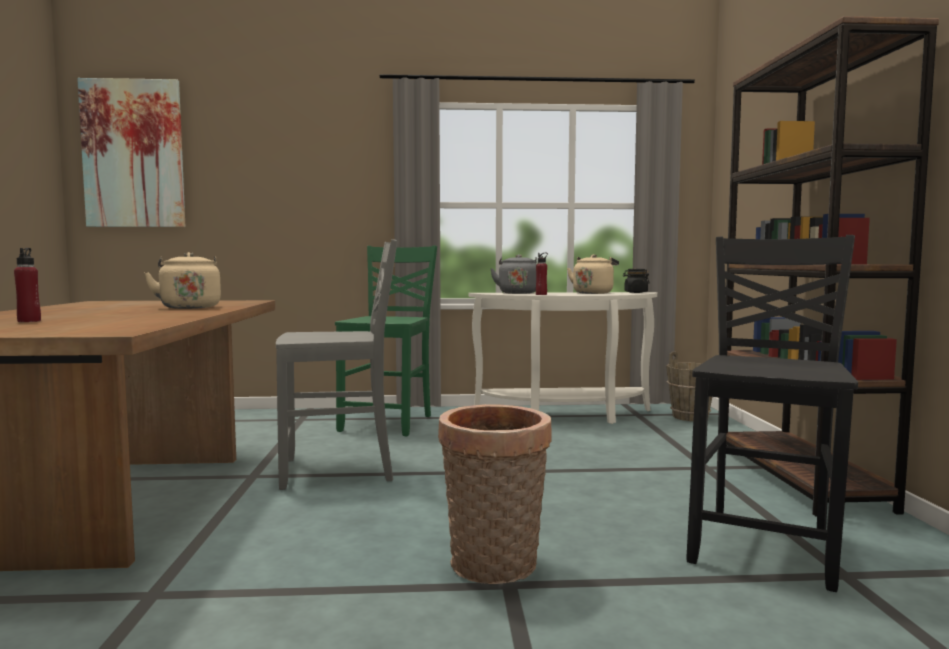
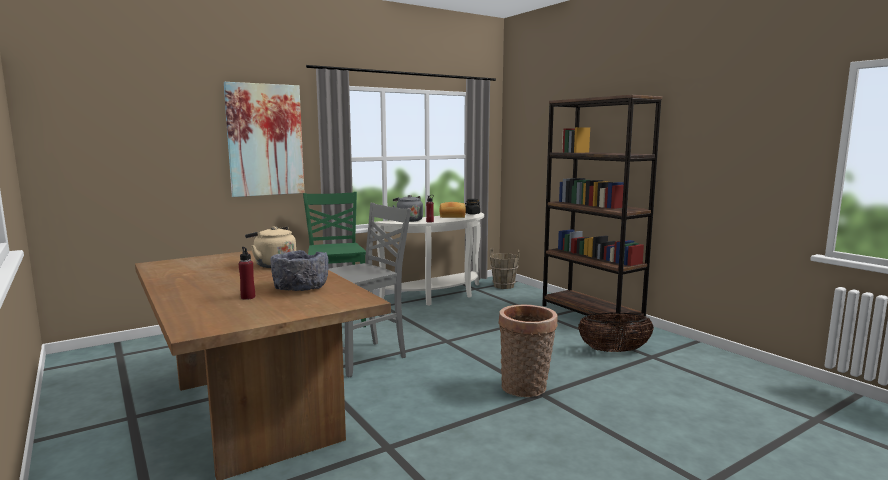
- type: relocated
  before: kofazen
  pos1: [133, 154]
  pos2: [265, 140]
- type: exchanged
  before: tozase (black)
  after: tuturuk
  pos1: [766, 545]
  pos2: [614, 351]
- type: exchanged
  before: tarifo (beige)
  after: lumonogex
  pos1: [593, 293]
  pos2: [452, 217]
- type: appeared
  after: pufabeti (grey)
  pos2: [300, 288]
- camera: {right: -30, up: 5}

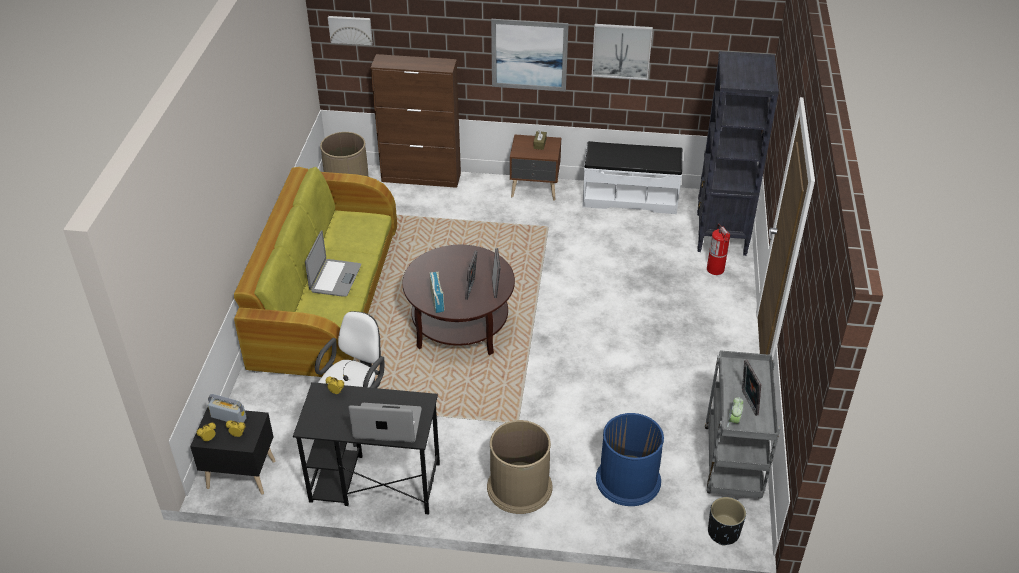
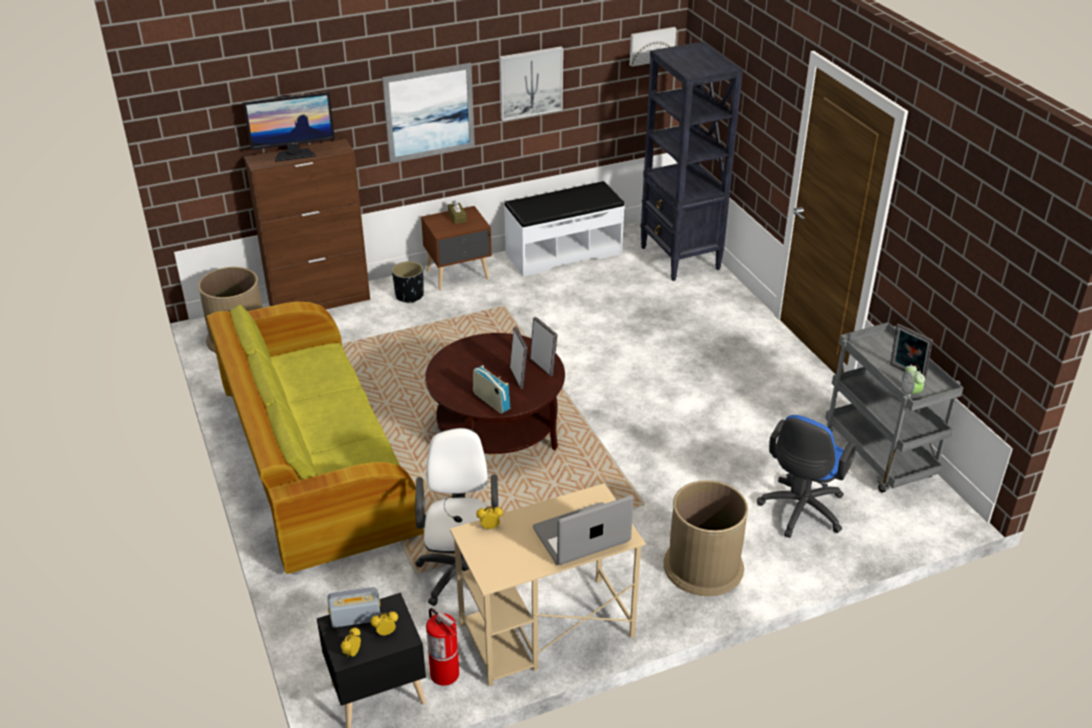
- type: relocated
  before: kofazen
  pos1: [350, 29]
  pos2: [651, 45]
- type: relocated
  before: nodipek
  pos1: [715, 269]
  pos2: [445, 674]
- type: missing
  before: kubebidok
  pos1: [335, 278]
- type: colour
  before: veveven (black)
  after: veveven (beige)
  pos1: [374, 482]
  pos2: [545, 631]
- type: exchanged
  before: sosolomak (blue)
  after: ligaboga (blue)
  pos1: [628, 479]
  pos2: [800, 512]
- type: relocated
  before: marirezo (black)
  pos1: [723, 533]
  pos2: [409, 296]
- type: appeared
  after: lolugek
  pos2: [294, 154]
- camera: {right: -30, up: -5}

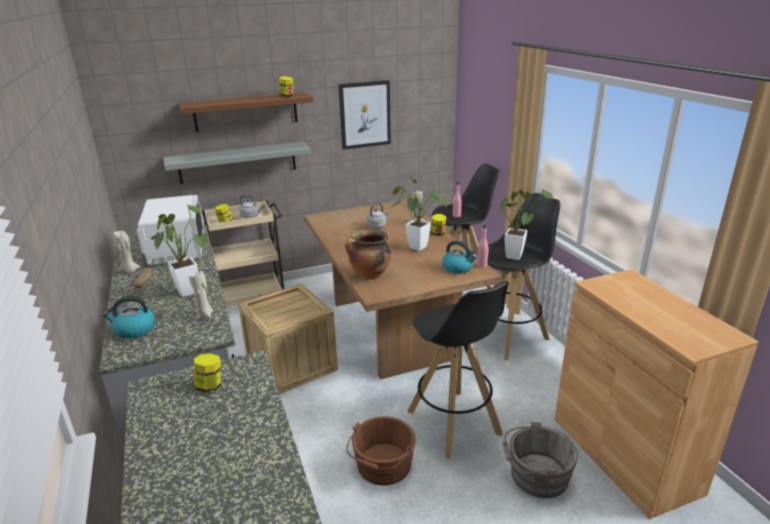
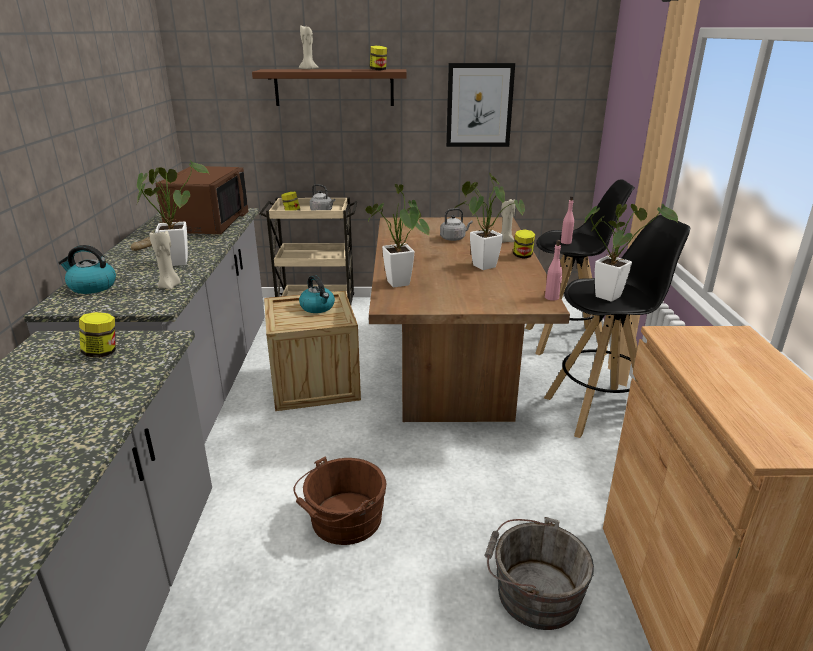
- type: missing
  before: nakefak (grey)
  pos1: [238, 162]
- type: colour
  before: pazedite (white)
  after: pazedite (brown)
  pos1: [176, 249]
  pos2: [207, 224]
- type: exchanged
  before: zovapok
  after: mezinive
  pos1: [369, 276]
  pos2: [399, 285]
- type: relocated
  before: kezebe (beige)
  pos1: [130, 271]
  pos2: [308, 69]
- type: relocated
  before: tarifo
  pos1: [458, 268]
  pos2: [318, 307]
- type: missing
  before: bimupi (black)
  pos1: [454, 423]
- camera: {right: 20, up: 0}

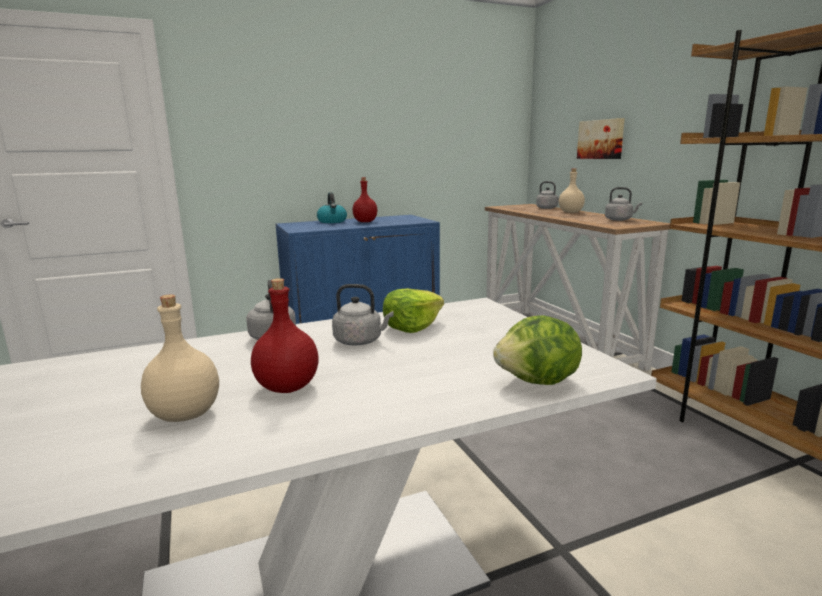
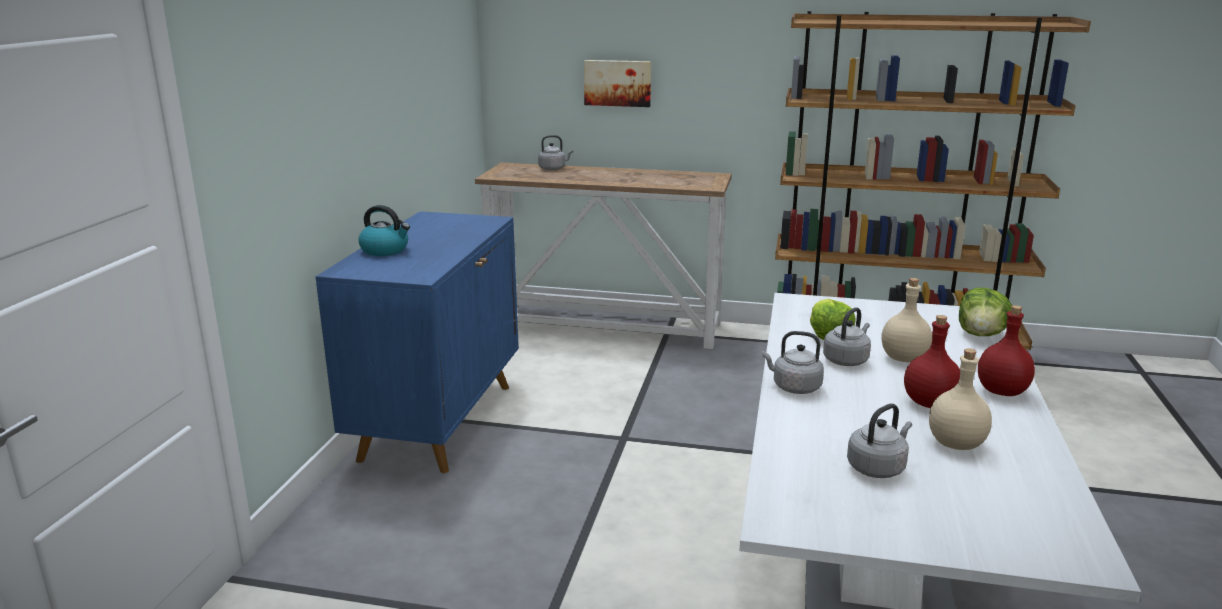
- type: relocated
  before: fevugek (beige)
  pos1: [571, 212]
  pos2: [904, 358]
- type: relocated
  before: fevugek (red)
  pos1: [365, 222]
  pos2: [1001, 391]
- type: relocated
  before: tarifo (grey)
  pos1: [619, 220]
  pos2: [878, 467]
- camera: {right: -55, up: 5}

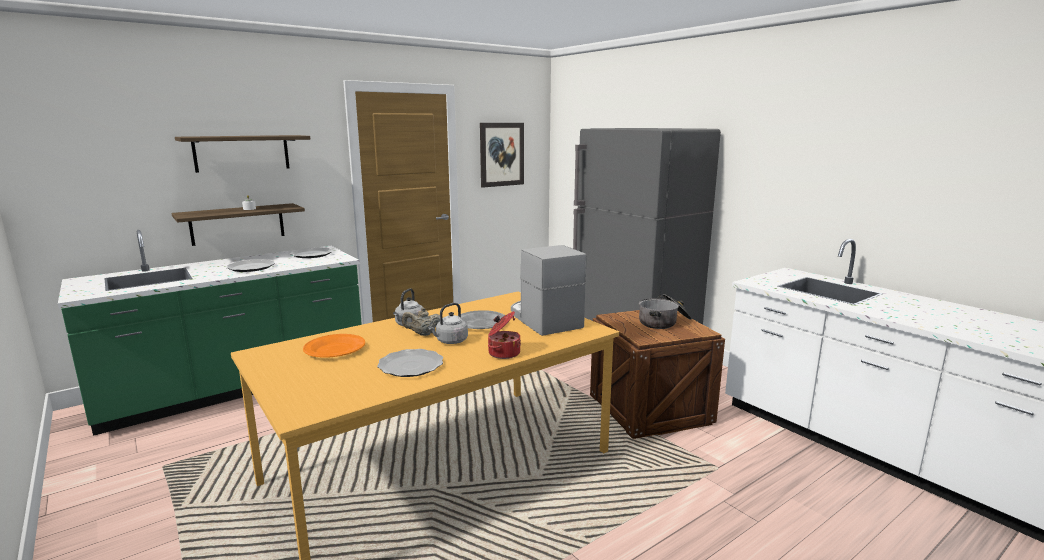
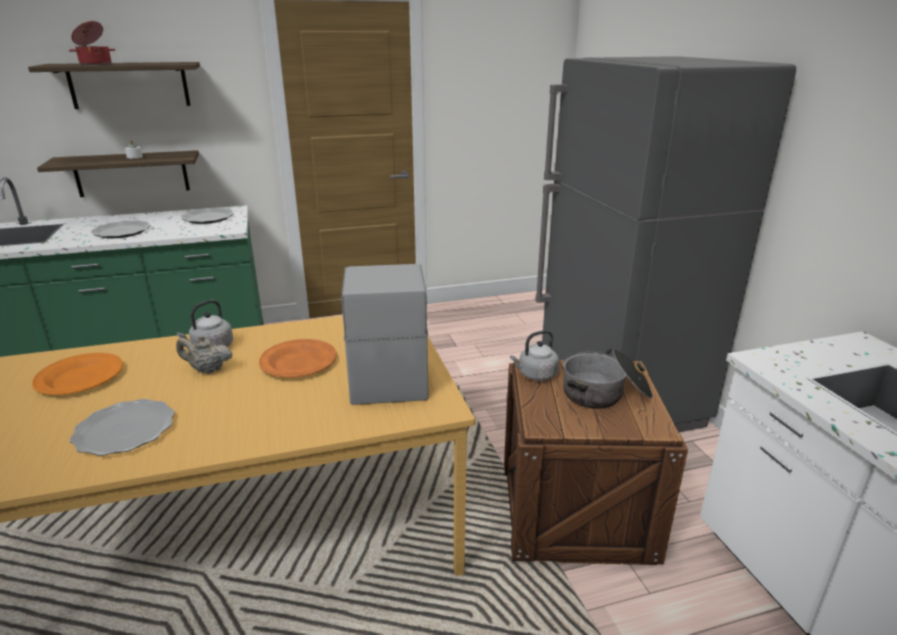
- type: missing
  before: kofazen
  pos1: [501, 154]
- type: relocated
  before: tarifo (grey)
  pos1: [450, 341]
  pos2: [535, 375]
- type: colour
  before: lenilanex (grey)
  after: lenilanex (orange)
  pos1: [481, 323]
  pos2: [299, 362]
- type: relocated
  before: zovapok
  pos1: [503, 353]
  pos2: [95, 64]
- camera: {right: 20, up: 10}

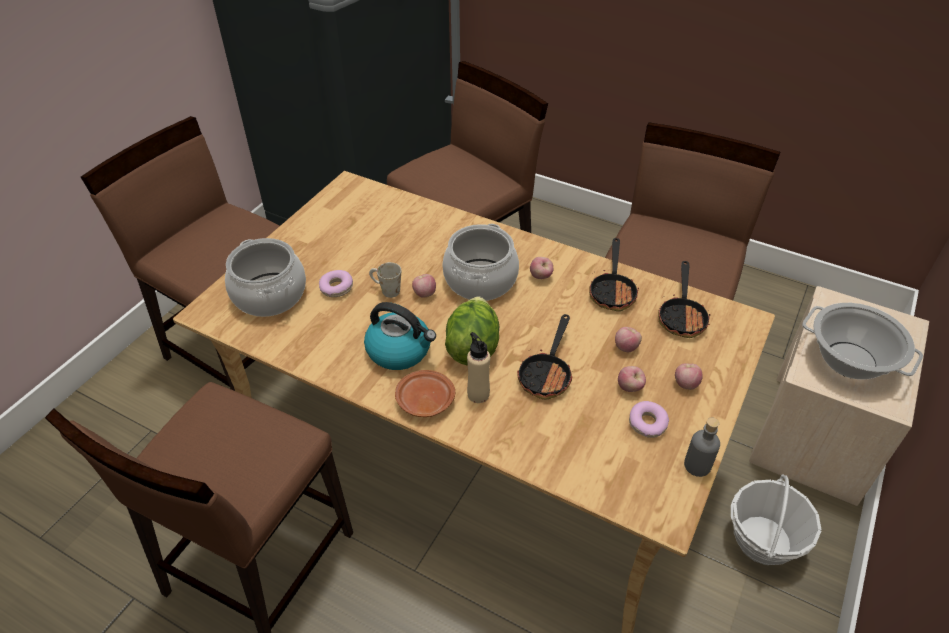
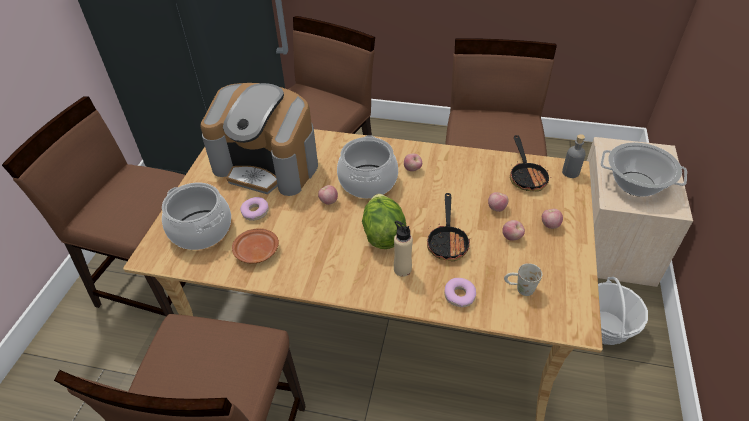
- type: missing
  before: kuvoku
  pos1: [613, 291]
- type: relocated
  before: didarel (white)
  pos1: [385, 290]
  pos2: [519, 288]
- type: missing
  before: tarifo
  pos1: [400, 350]
- type: relocated
  before: lenilanex (brown)
  pos1: [424, 400]
  pos2: [256, 251]
- type: relocated
  before: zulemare
  pos1: [647, 423]
  pos2: [459, 296]
- type: relocated
  before: fevugek (grey)
  pos1: [697, 465]
  pos2: [570, 172]
- type: appeared
  after: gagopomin
  pos2: [268, 165]
- camera: {right: -15, up: 0}

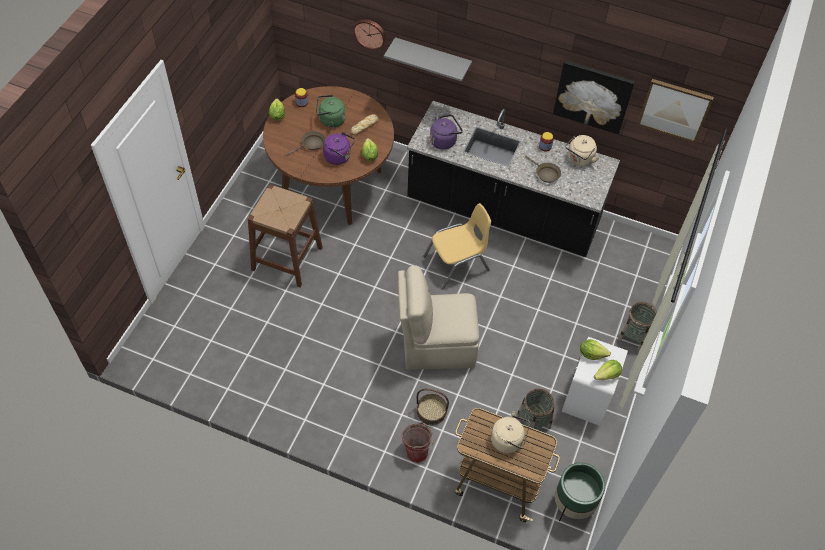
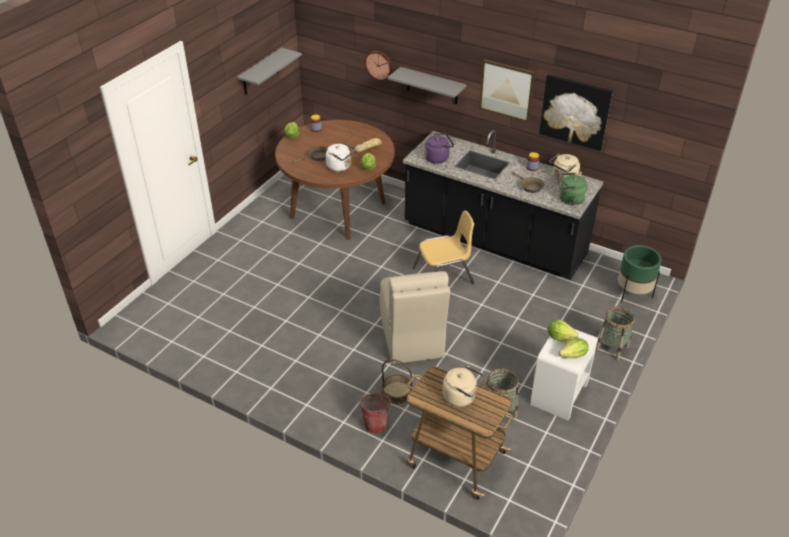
- type: relocated
  before: kofazen
  pos1: [674, 109]
  pos2: [507, 90]
- type: relocated
  before: tarifo (green)
  pos1: [330, 120]
  pos2: [569, 199]
- type: colour
  before: tarifo (purple)
  after: tarifo (white)
  pos1: [339, 157]
  pos2: [340, 167]
- type: missing
  before: bimupi (brown)
  pos1: [287, 258]
- type: spun
  before: tozase (beige)
  pos1: [436, 345]
  pos2: [411, 338]
  turn: -105
- type: relocated
  before: marirezo (green)
  pos1: [572, 505]
  pos2: [633, 293]
- type: appeared
  after: nakefak (grey)
  pos2: [260, 72]
- camera: {right: 10, up: -15}

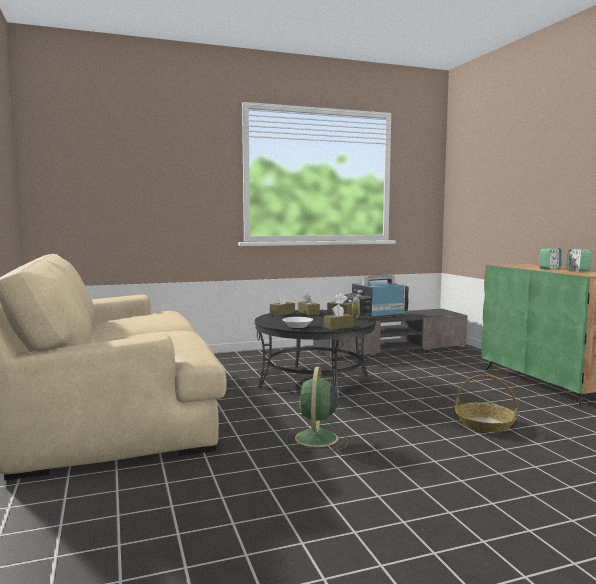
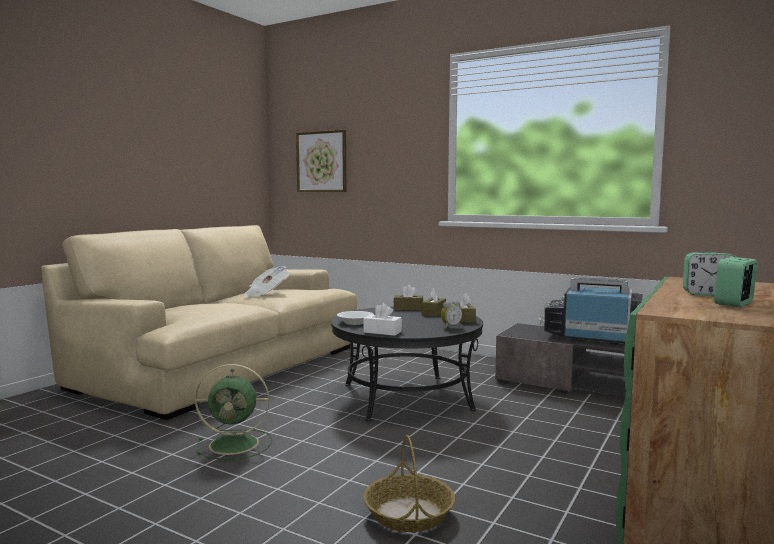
- type: colour
  before: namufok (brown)
  after: namufok (white)
  pos1: [338, 327]
  pos2: [382, 332]
- type: spun
  before: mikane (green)
  pos1: [316, 439]
  pos2: [236, 444]
  turn: -150
- type: appeared
  after: kofazen
  pos2: [321, 162]
- type: appeared
  after: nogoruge
  pos2: [266, 293]
- camera: {right: 50, up: 0}

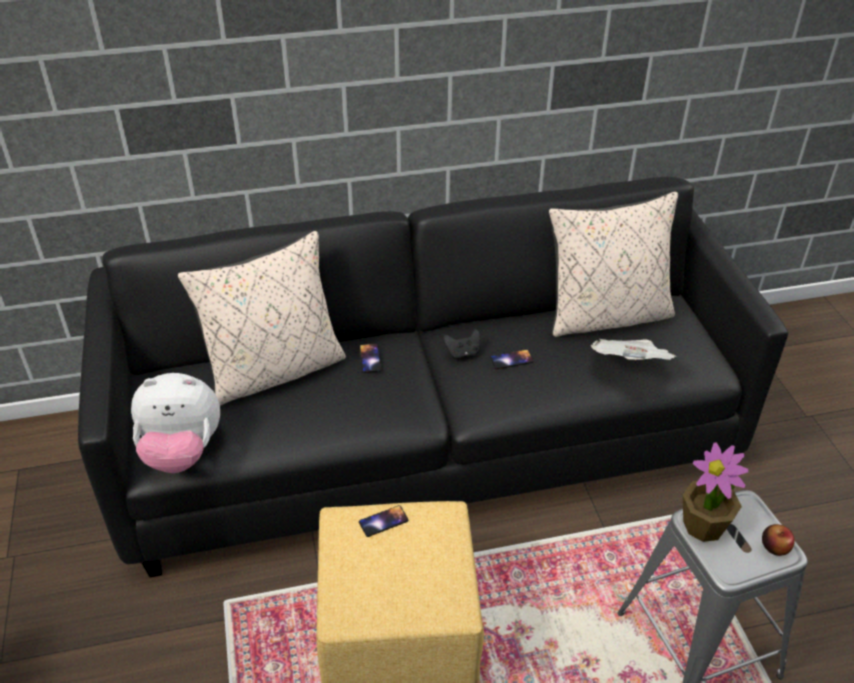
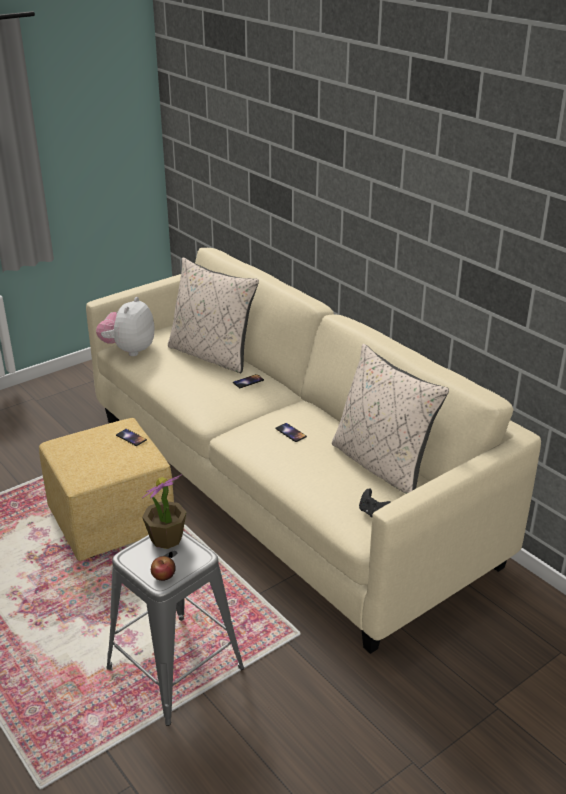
- type: colour
  before: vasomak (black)
  after: vasomak (beige)
  pos1: [426, 440]
  pos2: [284, 486]
- type: relocated
  before: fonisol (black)
  pos1: [462, 353]
  pos2: [373, 513]
- type: missing
  before: nogoruge
  pos1: [630, 366]
- type: spun
  before: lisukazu
  pos1: [182, 452]
  pos2: [129, 350]
  turn: 45
- camera: {right: 65, up: -10}

